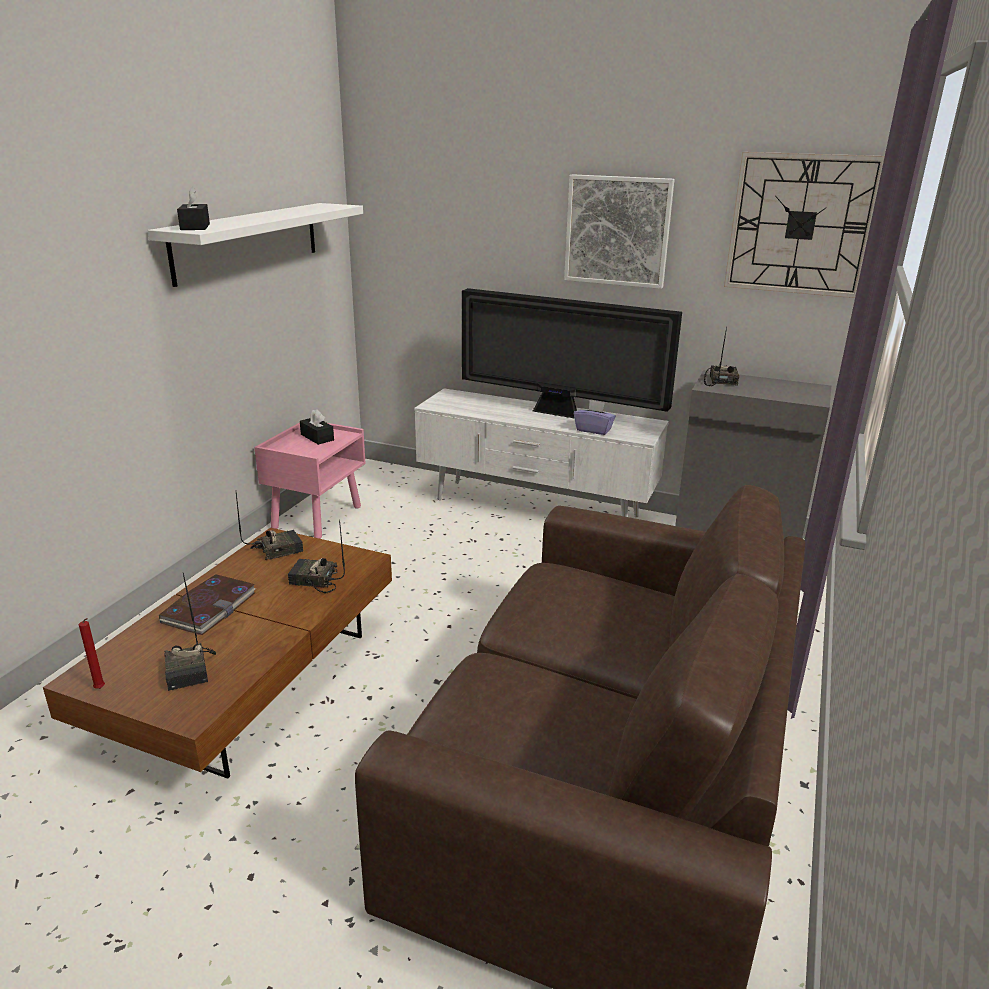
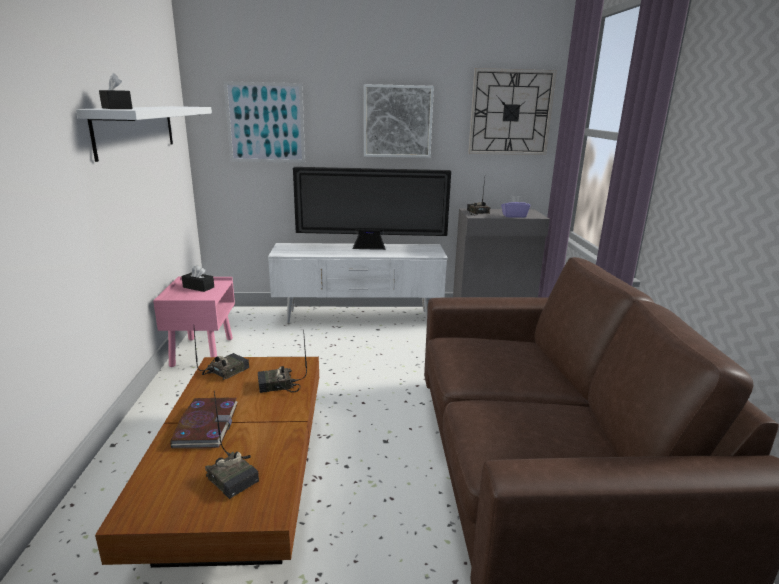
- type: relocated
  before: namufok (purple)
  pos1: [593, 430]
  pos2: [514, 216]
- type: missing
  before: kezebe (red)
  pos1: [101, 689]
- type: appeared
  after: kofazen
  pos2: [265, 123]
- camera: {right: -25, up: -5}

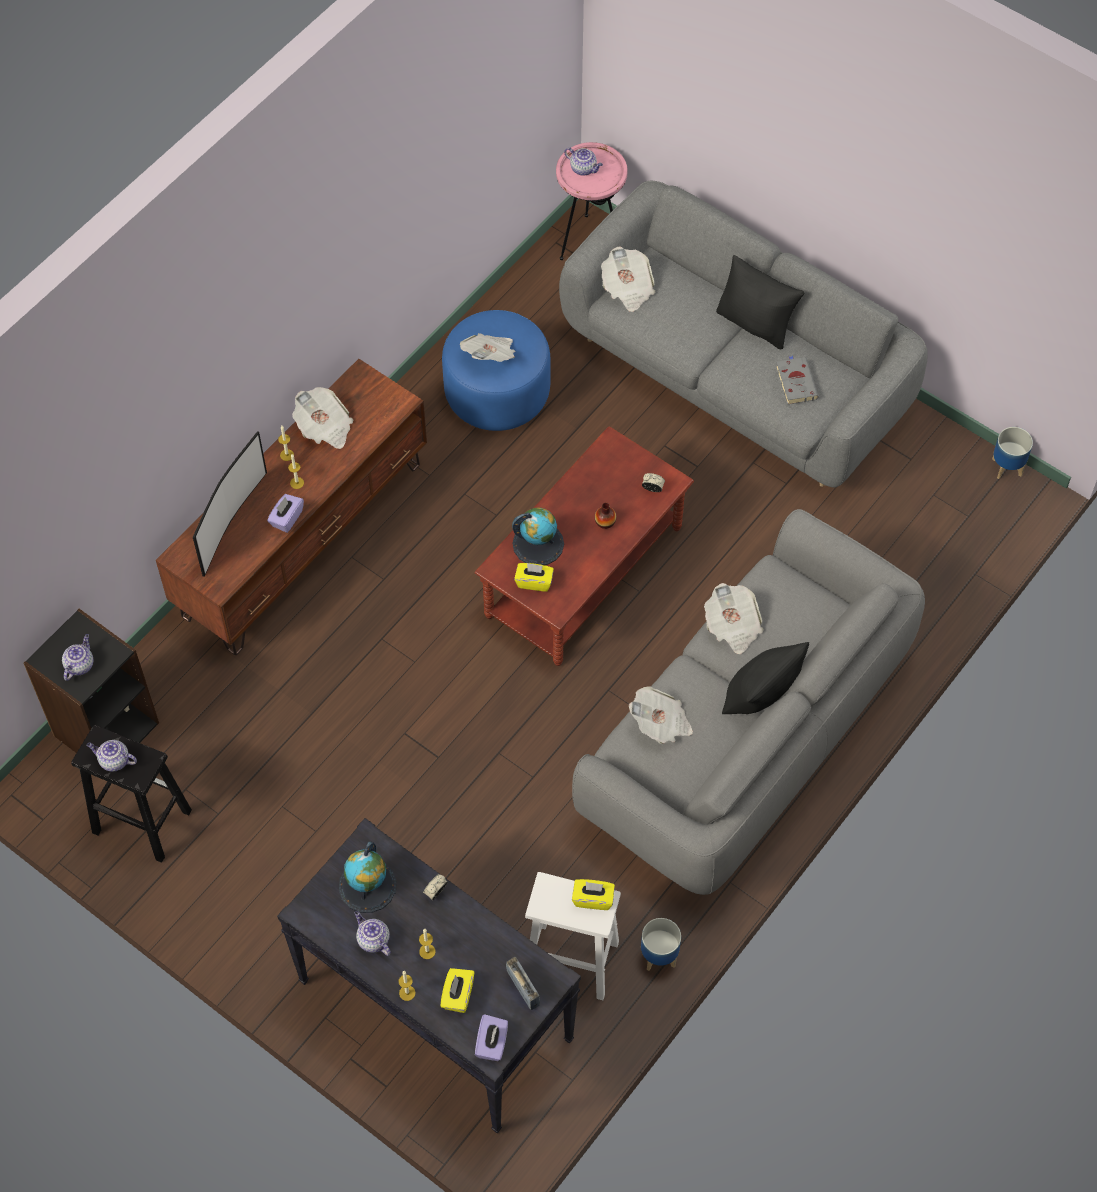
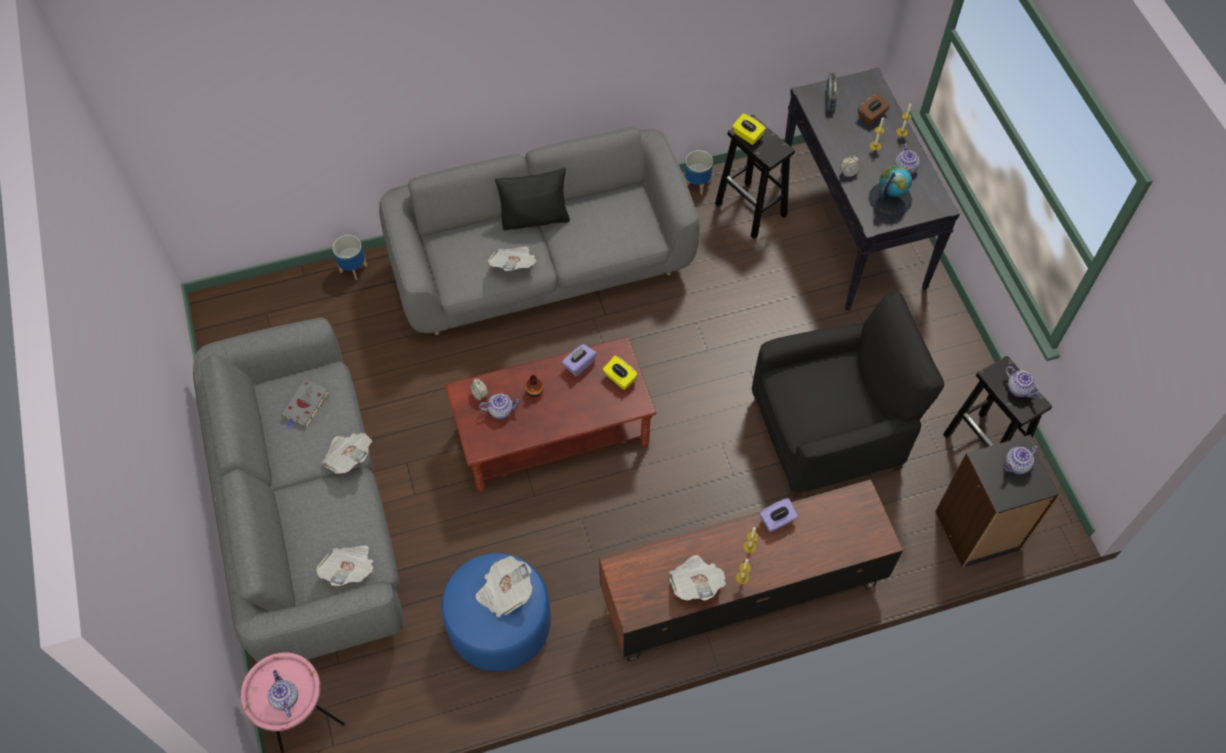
- type: missing
  before: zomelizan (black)
  pos1: [755, 324]
- type: relocated
  before: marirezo
  pos1: [1007, 467]
  pos2: [353, 268]
- type: missing
  before: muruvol
  pos1: [230, 522]
- type: missing
  before: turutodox
  pos1: [538, 543]
- type: relocated
  before: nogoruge
  pos1: [661, 724]
  pos2: [349, 457]
- type: colour
  before: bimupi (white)
  after: bimupi (black)
  pos1: [569, 960]
  pos2: [751, 210]
- type: colour
  before: namufok (yellow)
  after: namufok (brown)
  pos1: [457, 995]
  pos2: [871, 115]
- type: relocated
  before: namufok (purple)
  pos1: [492, 1043]
  pos2: [579, 364]
- type: appeared
  after: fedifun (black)
  pos2: [828, 432]
- type: appeared
  after: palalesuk
  pos2: [501, 410]
- camera: {right: -145, up: 0}

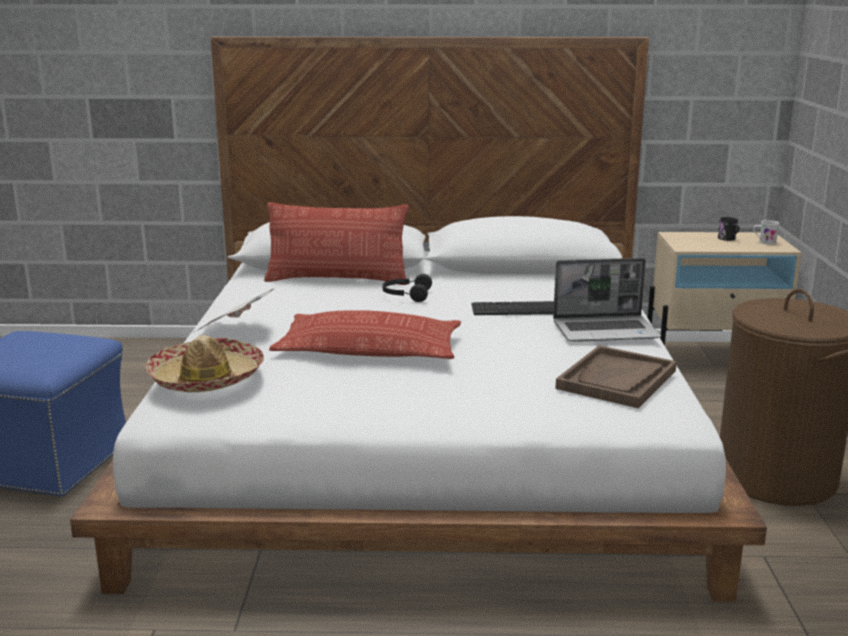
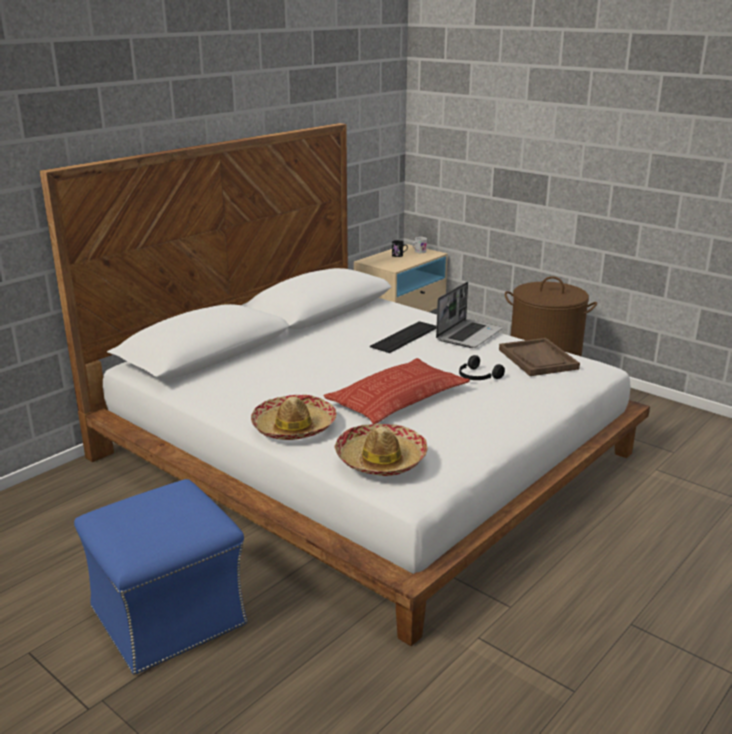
- type: missing
  before: zomelizan
  pos1: [337, 280]
- type: relocated
  before: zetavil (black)
  pos1: [406, 295]
  pos2: [477, 377]
- type: exchanged
  before: nogoruge
  after: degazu
  pos1: [234, 332]
  pos2: [294, 427]
- camera: {right: -50, up: 5}

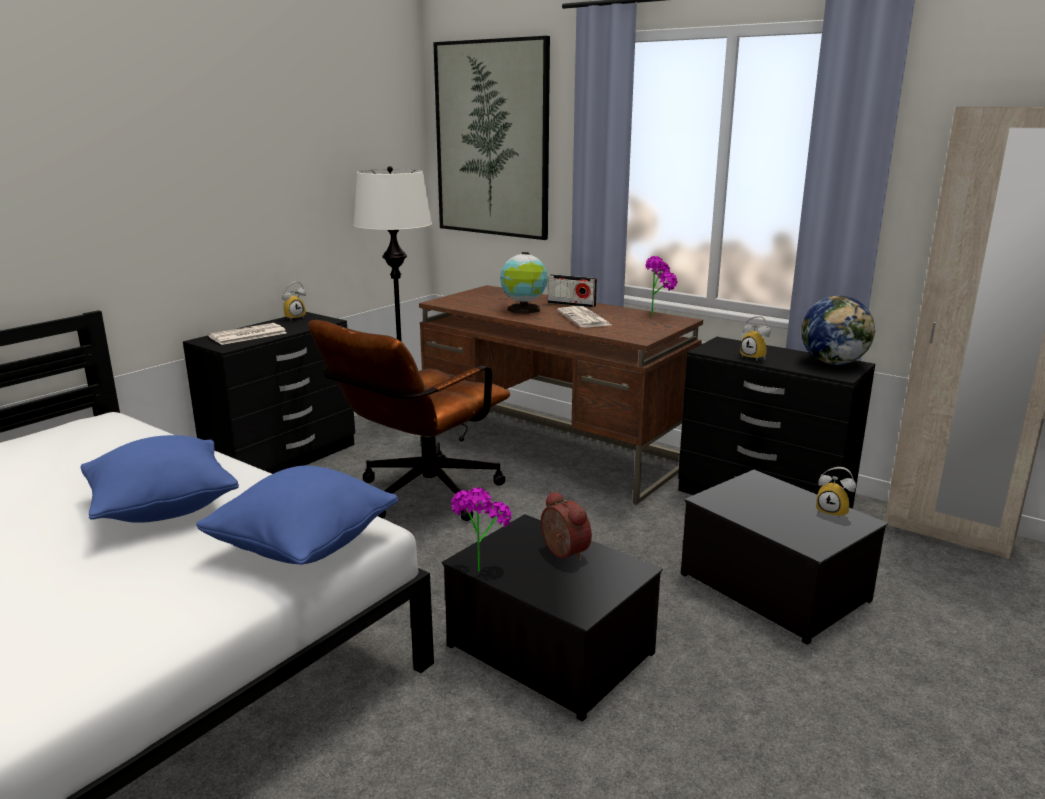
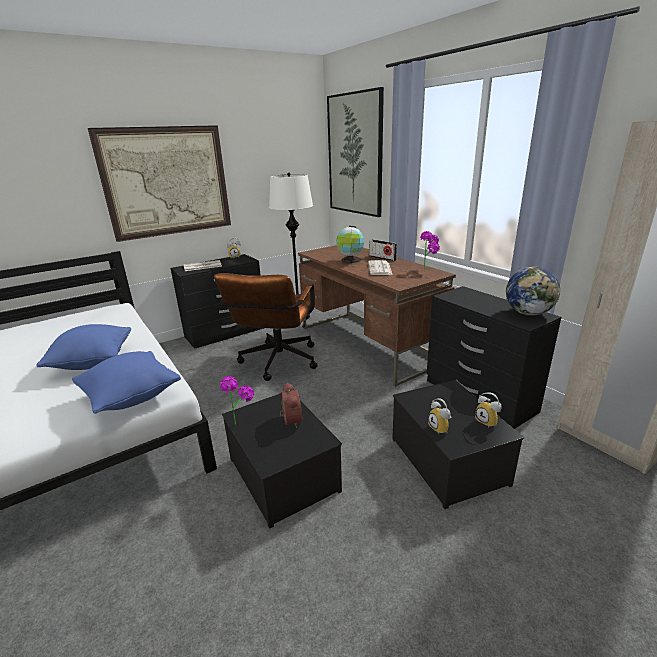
- type: relocated
  before: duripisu
  pos1: [755, 357]
  pos2: [441, 428]
- type: spun
  before: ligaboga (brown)
  pos1: [419, 497]
  pos2: [277, 364]
  turn: -45
- type: appeared
  after: kofazen
  pos2: [167, 182]
- camera: {right: 20, up: 5}

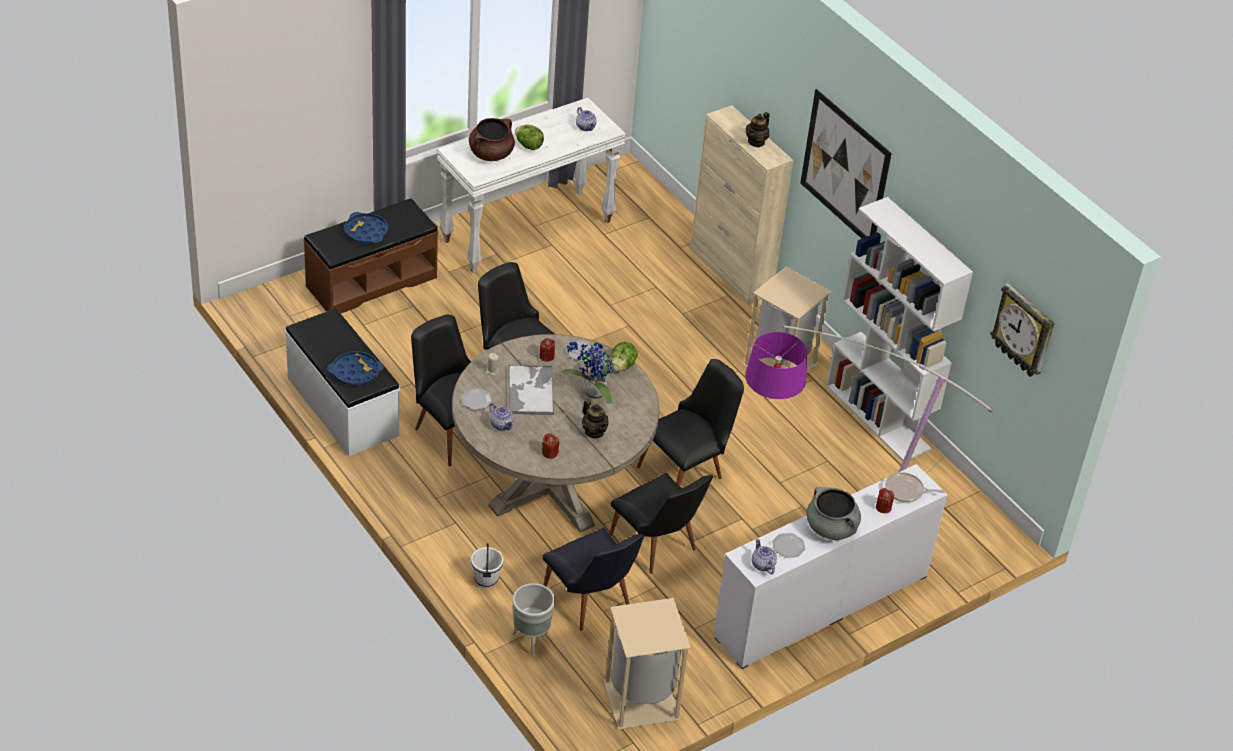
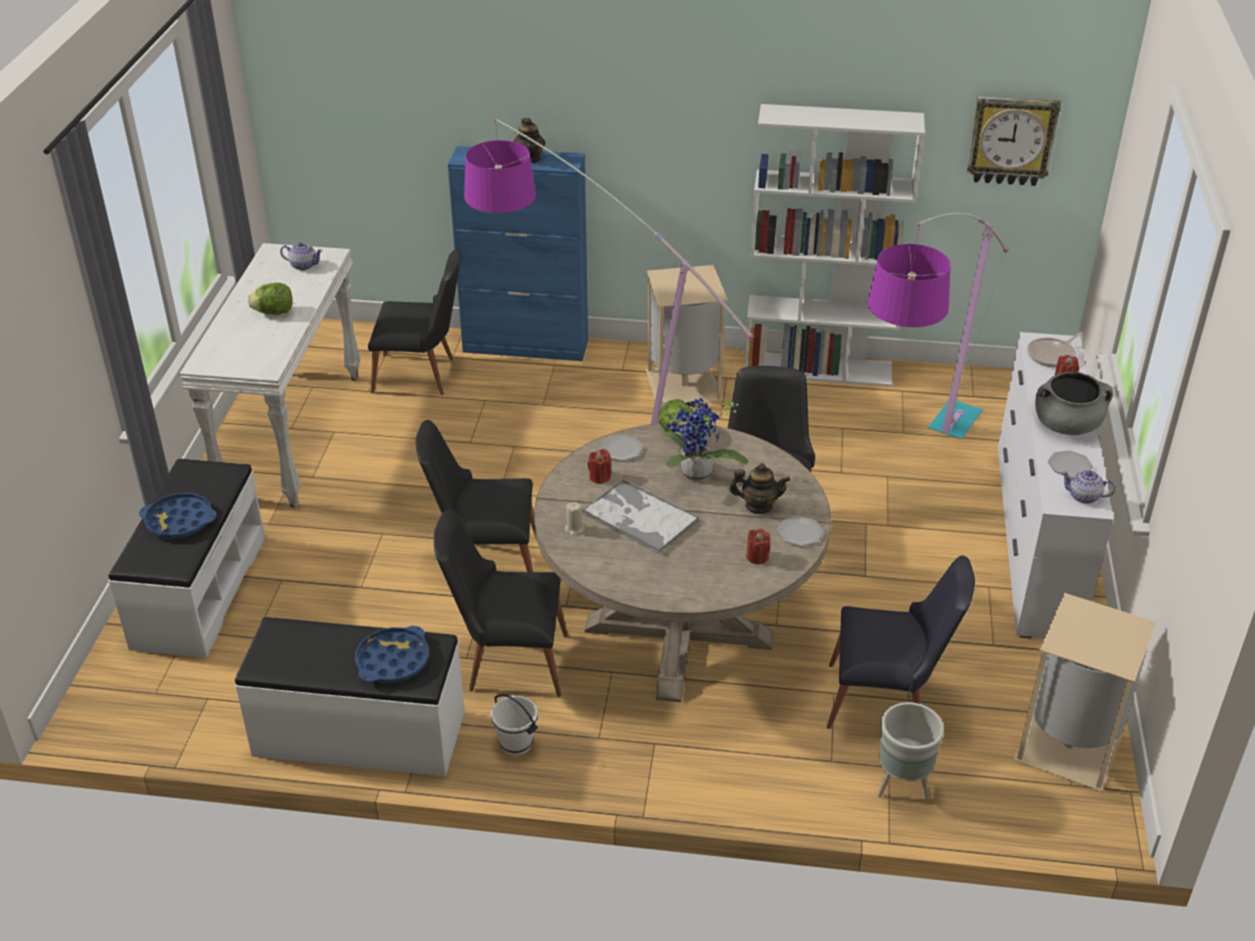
- type: missing
  before: kofazen
  pos1: [845, 168]
- type: colour
  before: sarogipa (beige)
  after: sarogipa (blue)
  pos1: [731, 272]
  pos2: [526, 346]
- type: missing
  before: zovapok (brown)
  pos1: [491, 154]
- type: colour
  before: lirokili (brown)
  after: lirokili (white)
  pos1: [371, 281]
  pos2: [198, 591]
- type: relocated
  before: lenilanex
  pos1: [476, 400]
  pos2: [799, 533]
- type: missing
  before: palalesuk
  pos1: [501, 424]
- type: relocated
  before: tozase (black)
  pos1: [657, 547]
  pos2: [422, 376]
- type: relocated
  before: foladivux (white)
  pos1: [486, 580]
  pos2: [516, 743]
- type: appeared
  after: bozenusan
  pos2: [582, 423]
- camera: {right: -45, up: -5}

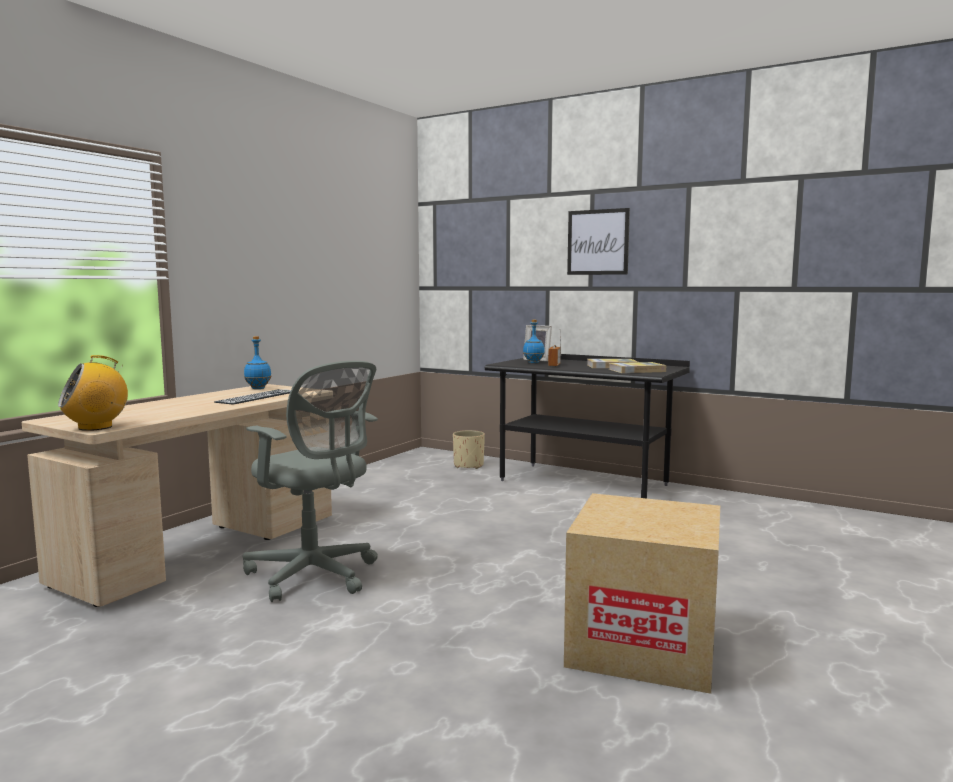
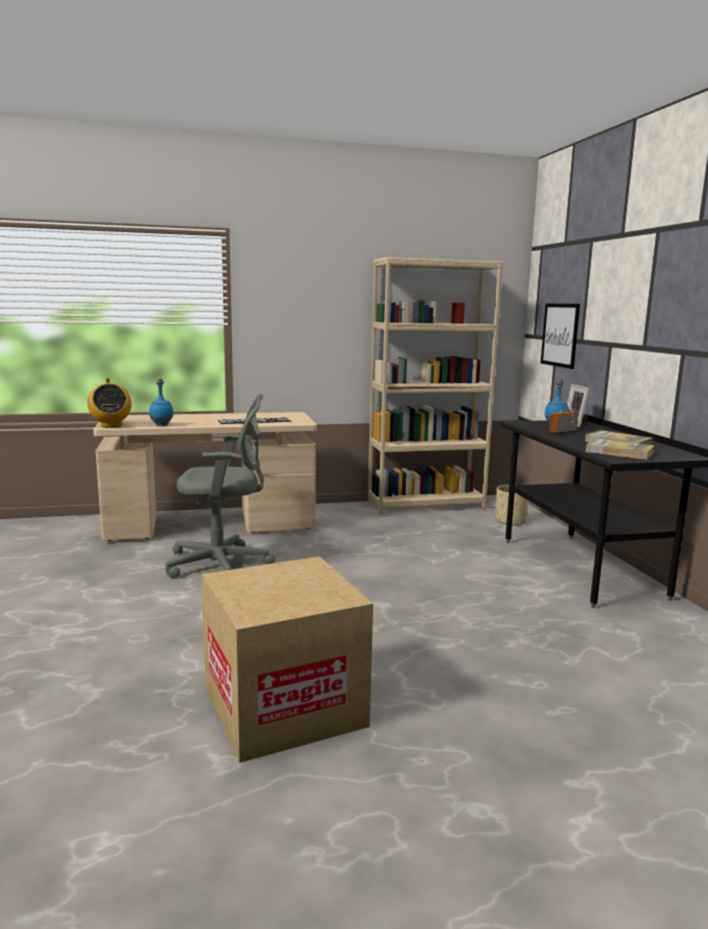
- type: relocated
  before: kofazen
  pos1: [598, 242]
  pos2: [560, 335]
- type: relocated
  before: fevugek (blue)
  pos1: [257, 388]
  pos2: [161, 425]
- type: spun
  before: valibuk
  pos1: [96, 427]
  pos2: [111, 425]
  turn: -120
- type: spun
  before: ligaboga (grey)
  pos1: [315, 576]
  pos2: [223, 564]
  turn: -90
- type: appeared
  after: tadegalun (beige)
  pos2: [426, 505]
- camera: {right: 45, up: 5}

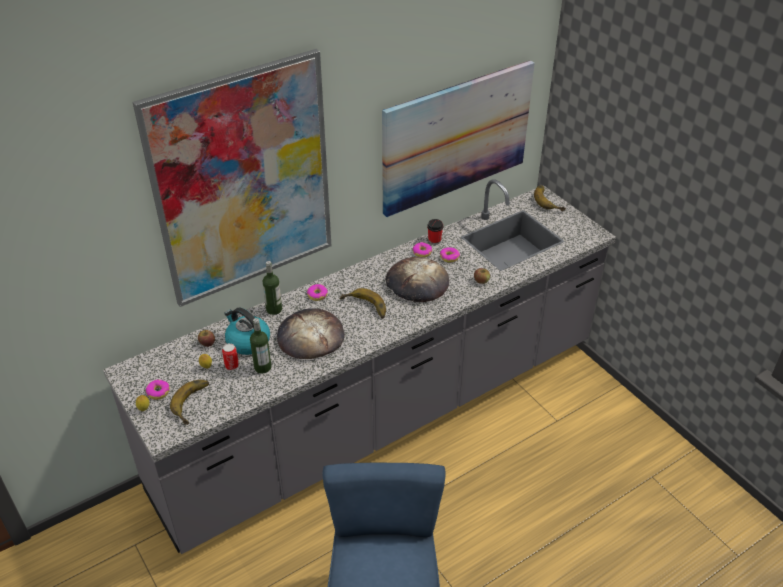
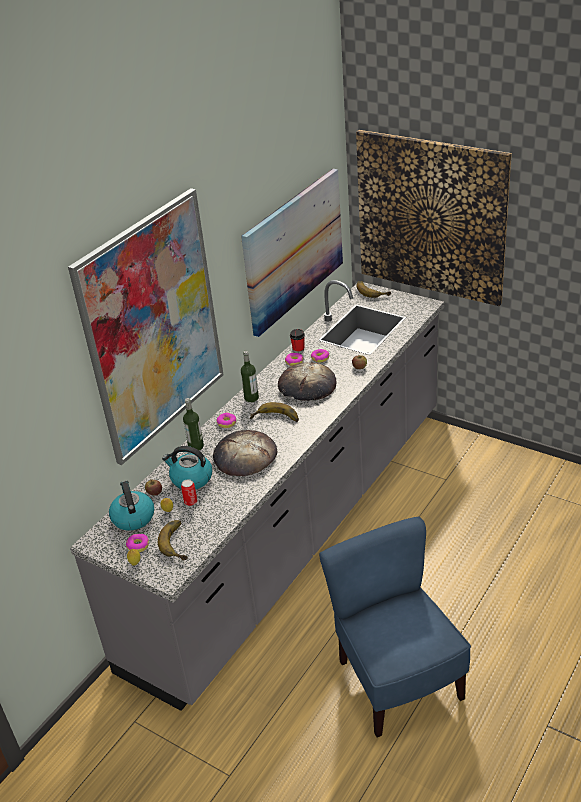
- type: relocated
  before: fevugek
  pos1: [262, 367]
  pos2: [251, 398]
- type: appeared
  after: kofazen
  pos2: [431, 217]
- type: appeared
  after: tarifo
  pos2: [133, 517]
- camera: {right: -20, up: -5}

